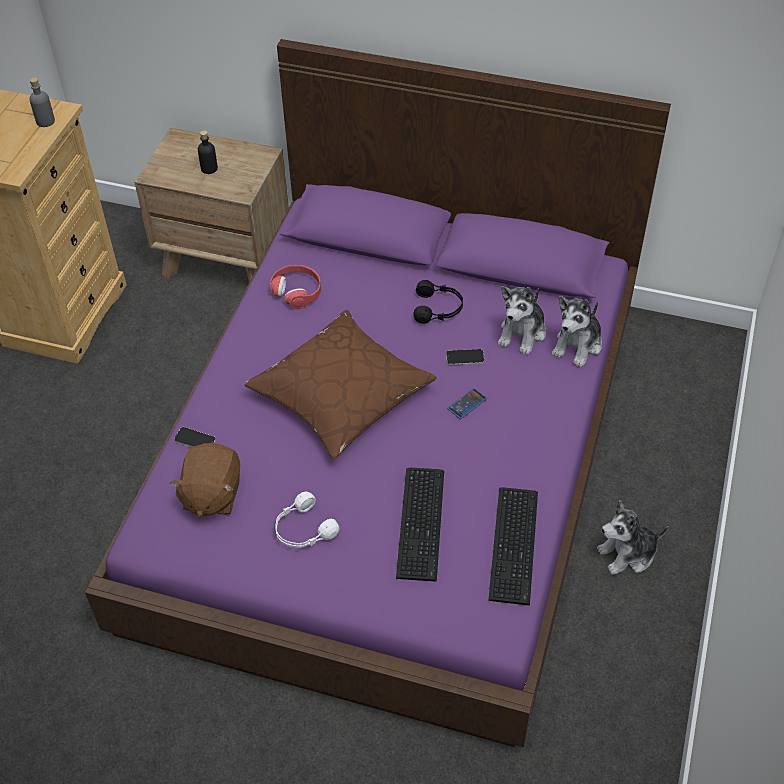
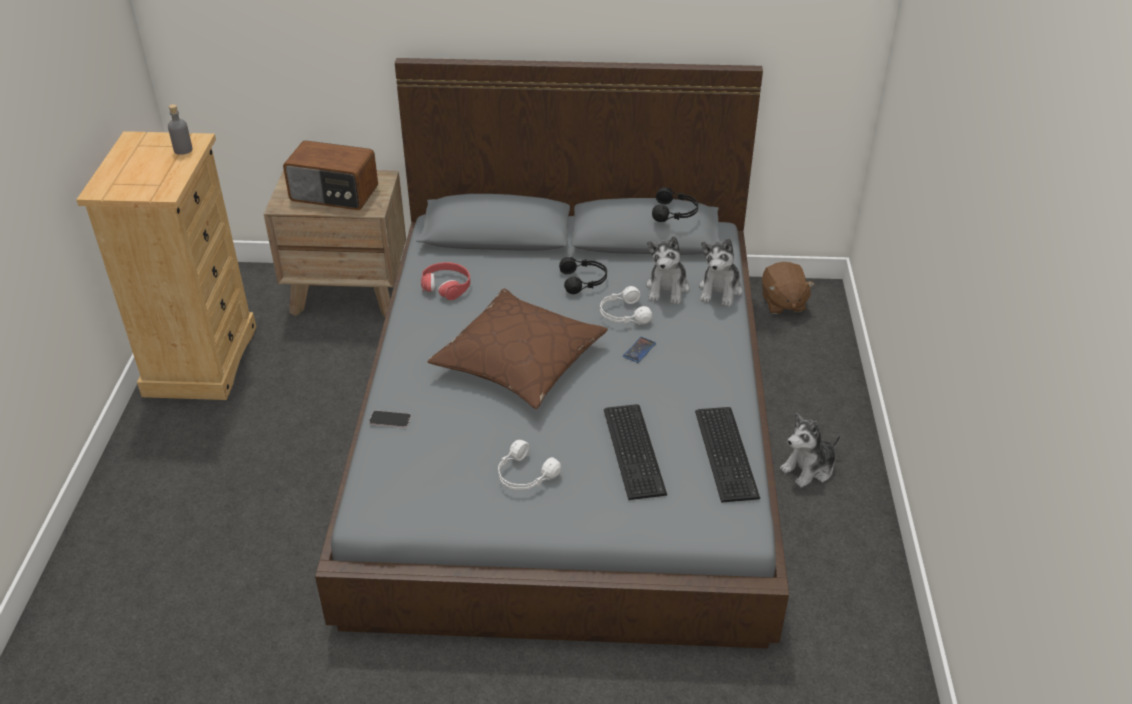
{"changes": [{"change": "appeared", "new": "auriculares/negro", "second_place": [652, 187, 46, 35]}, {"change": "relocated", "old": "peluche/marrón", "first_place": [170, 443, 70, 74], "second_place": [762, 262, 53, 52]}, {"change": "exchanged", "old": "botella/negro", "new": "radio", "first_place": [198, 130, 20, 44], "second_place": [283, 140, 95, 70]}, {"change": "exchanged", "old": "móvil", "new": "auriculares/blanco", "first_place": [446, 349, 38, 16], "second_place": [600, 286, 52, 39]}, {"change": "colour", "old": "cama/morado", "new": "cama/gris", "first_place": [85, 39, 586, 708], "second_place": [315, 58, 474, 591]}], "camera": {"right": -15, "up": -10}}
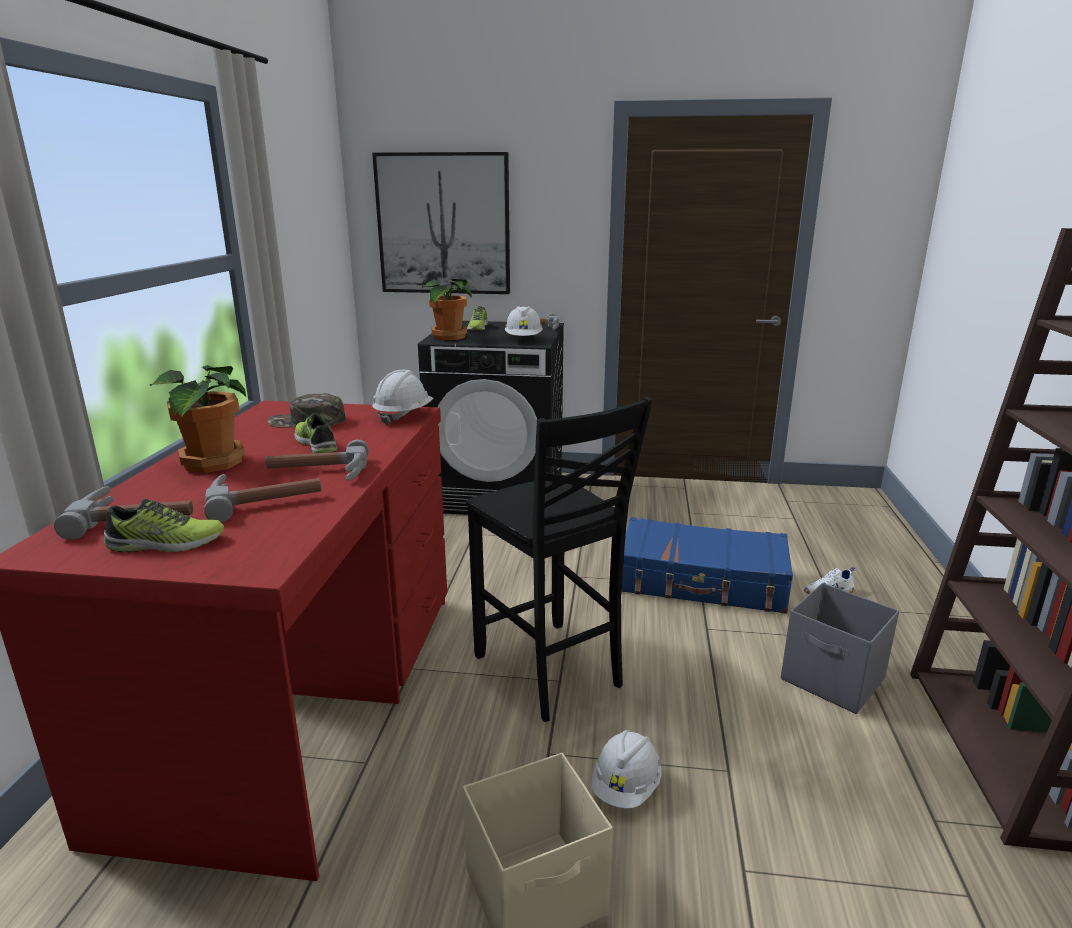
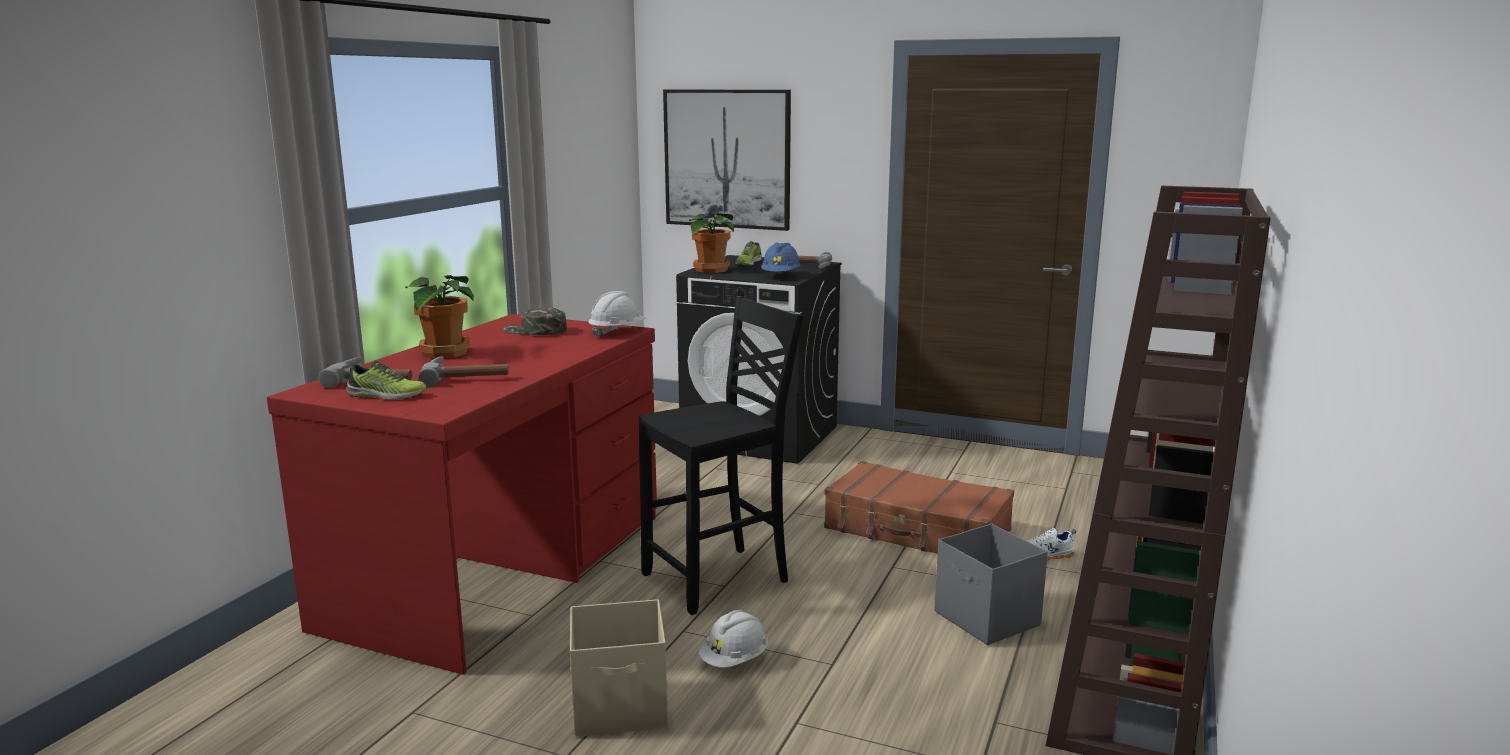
{"changes": [{"change": "missing", "old": "martillo", "first_place": [266, 440, 103, 41]}, {"change": "missing", "old": "zapato", "first_place": [294, 413, 43, 40]}, {"change": "colour", "old": "casco/blanco", "new": "casco/azul", "first_place": [505, 306, 38, 30], "second_place": [761, 242, 40, 30]}, {"change": "colour", "old": "maleta/azul", "new": "maleta/marrón", "first_place": [621, 517, 172, 97], "second_place": [824, 461, 190, 93]}, {"change": "spun", "old": "silla/negro", "first_place": [466, 397, 187, 325], "second_place": [638, 296, 165, 319], "degrees": -105}], "camera": {"right": 15, "up": -5}}
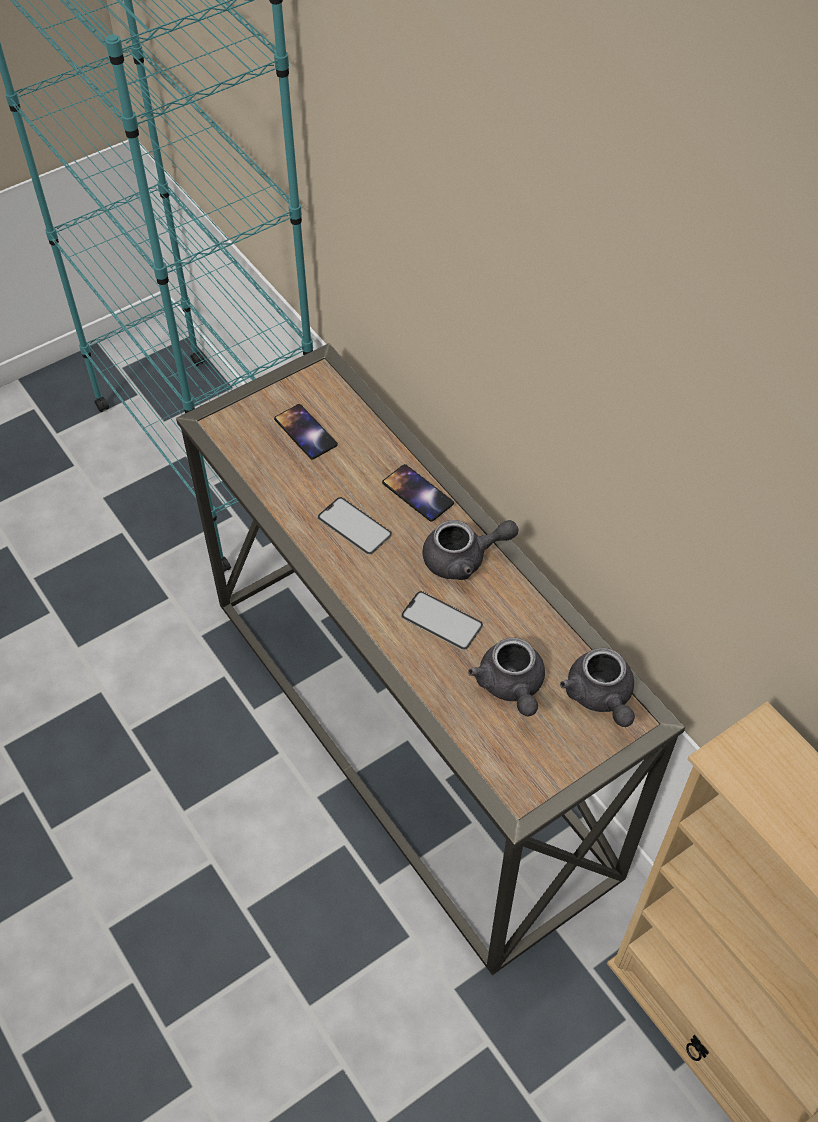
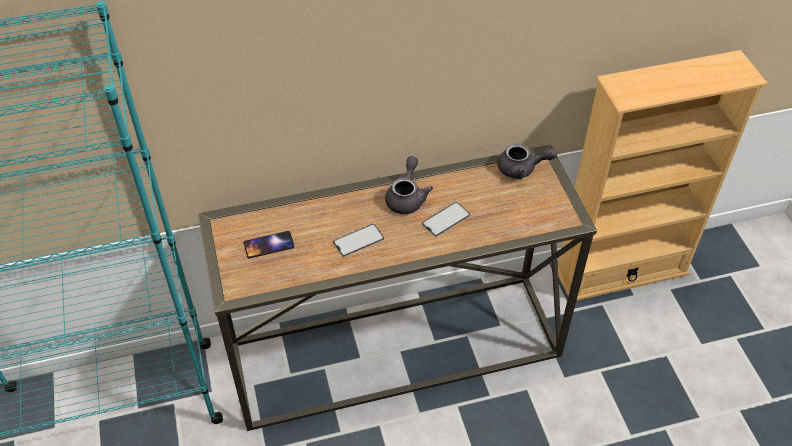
{"changes": [{"change": "missing", "old": "móvil", "first_place": [382, 464, 72, 58]}, {"change": "missing", "old": "tetera/gris", "first_place": [468, 638, 77, 79]}], "camera": {"right": -70, "up": -5}}
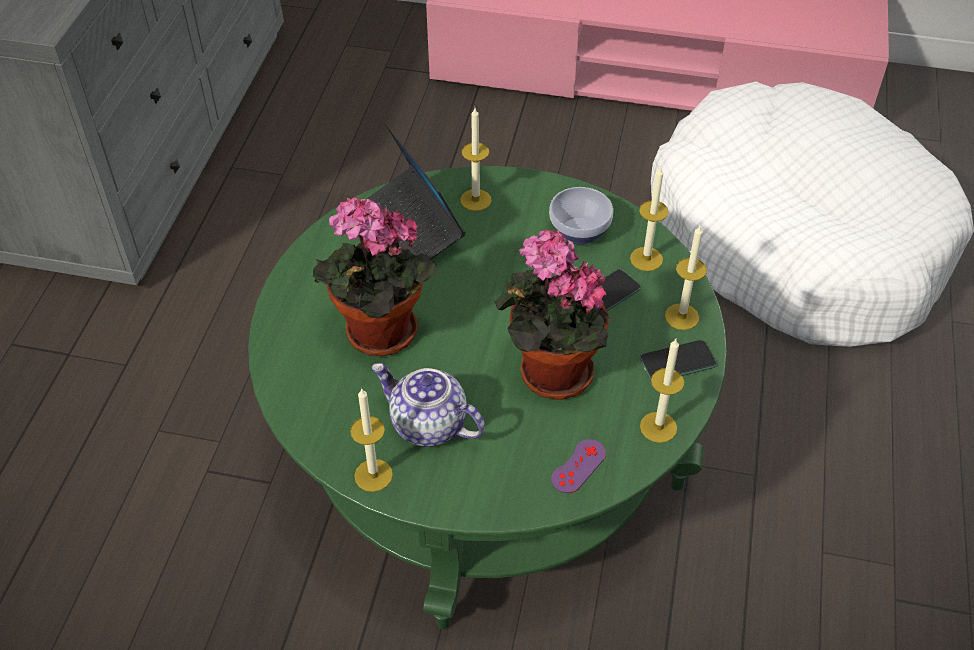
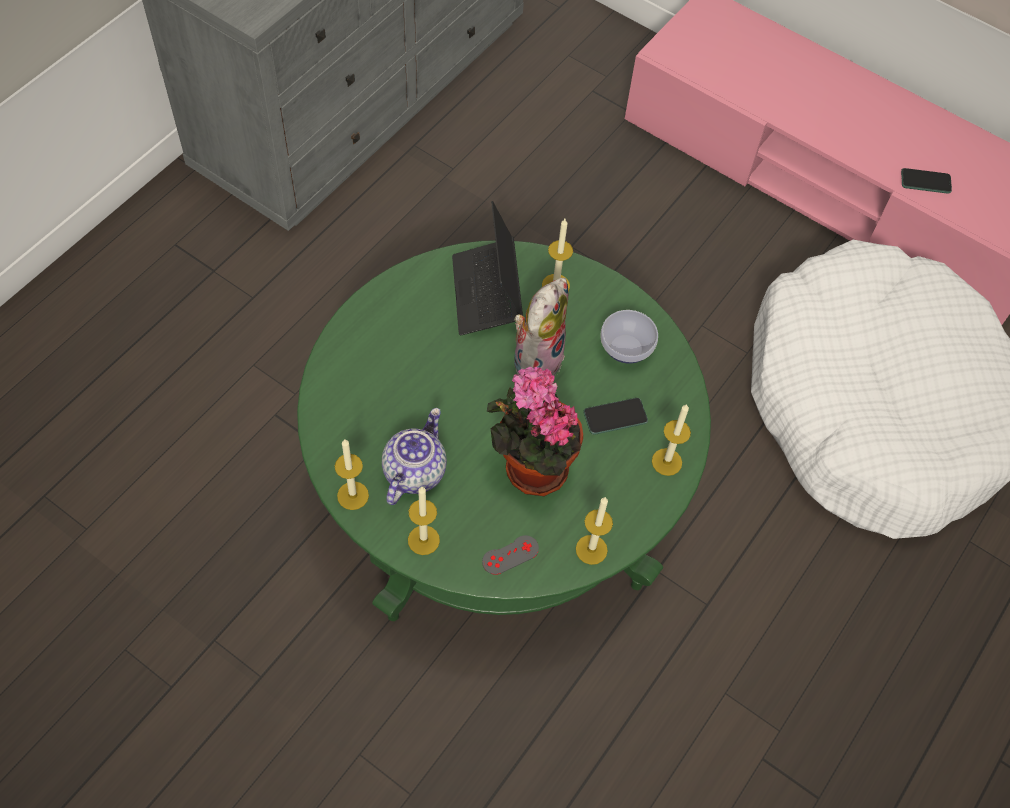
{"changes": [{"change": "missing", "old": "planta en maceta", "first_place": [313, 197, 124, 159]}, {"change": "appeared", "new": "peluche", "second_place": [514, 278, 54, 98]}, {"change": "relocated", "old": "vela", "first_place": [630, 166, 39, 105], "second_place": [408, 487, 32, 68]}, {"change": "relocated", "old": "móvil", "first_place": [640, 340, 77, 40], "second_place": [901, 168, 51, 26]}, {"change": "colour", "old": "mando de consola/morado", "new": "mando de consola/gris", "first_place": [551, 439, 55, 54], "second_place": [482, 535, 57, 40]}, {"change": "spun", "old": "tetera", "first_place": [372, 363, 113, 84], "second_place": [382, 408, 65, 97], "degrees": 60}], "camera": {"right": 20, "up": 10}}
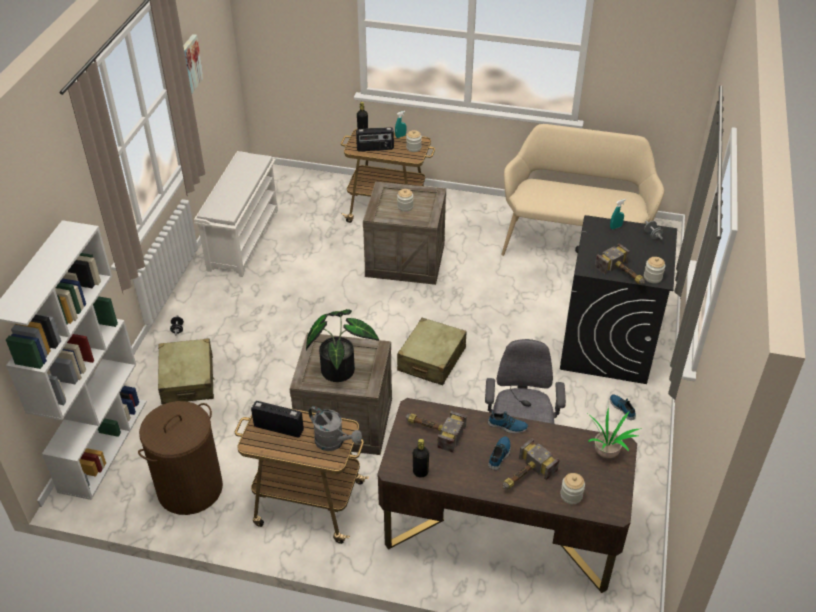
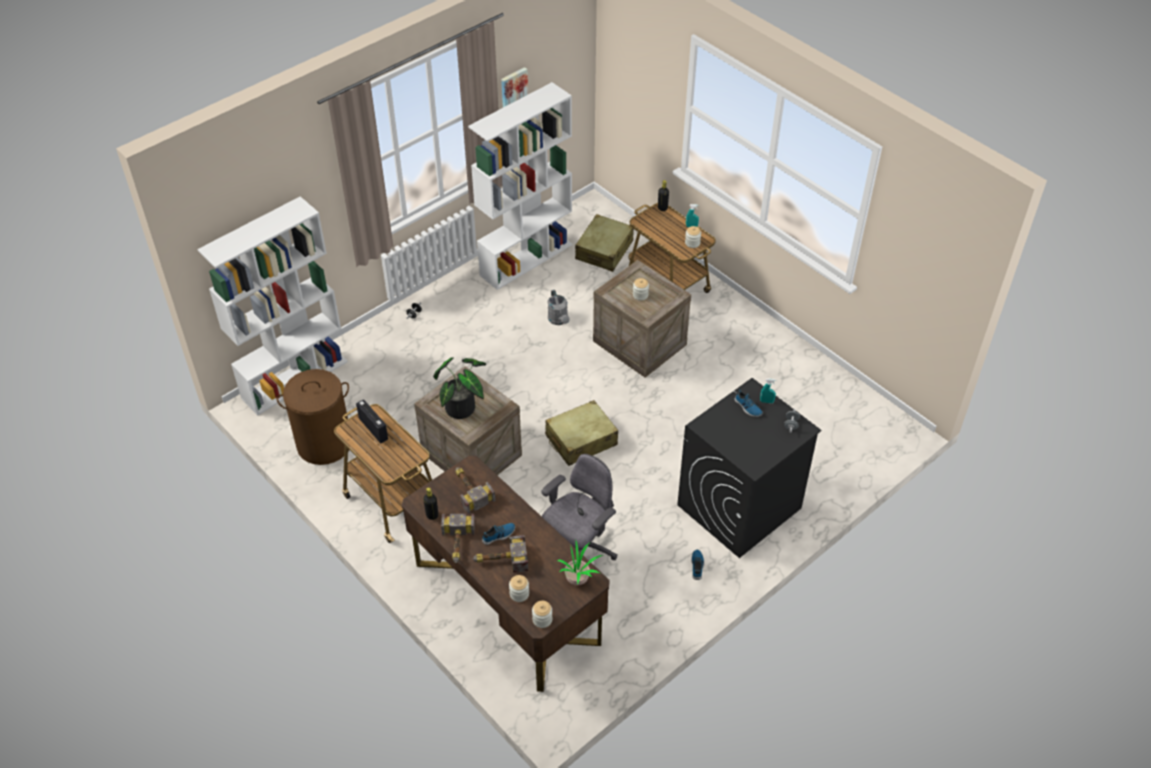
{"changes": [{"change": "missing", "old": "radio", "first_place": [356, 127, 38, 24]}, {"change": "missing", "old": "banco/beis", "first_place": [501, 124, 163, 132]}, {"change": "relocated", "old": "maleta/beis", "first_place": [158, 338, 56, 66], "second_place": [575, 214, 59, 58]}, {"change": "relocated", "old": "regadera/gris", "first_place": [309, 406, 53, 45], "second_place": [548, 290, 22, 35]}, {"change": "relocated", "old": "zapato", "first_place": [488, 411, 40, 22], "second_place": [734, 389, 29, 28]}, {"change": "relocated", "old": "martillo", "first_place": [595, 243, 50, 41], "second_place": [441, 514, 34, 49]}, {"change": "relocated", "old": "tarro", "first_place": [644, 257, 21, 26], "second_place": [532, 601, 20, 27]}, {"change": "exchanged", "old": "zapatero/blanco", "new": "estantería/blanco", "first_place": [194, 151, 84, 126], "second_place": [468, 82, 104, 208]}], "camera": {"right": 35, "up": 5}}
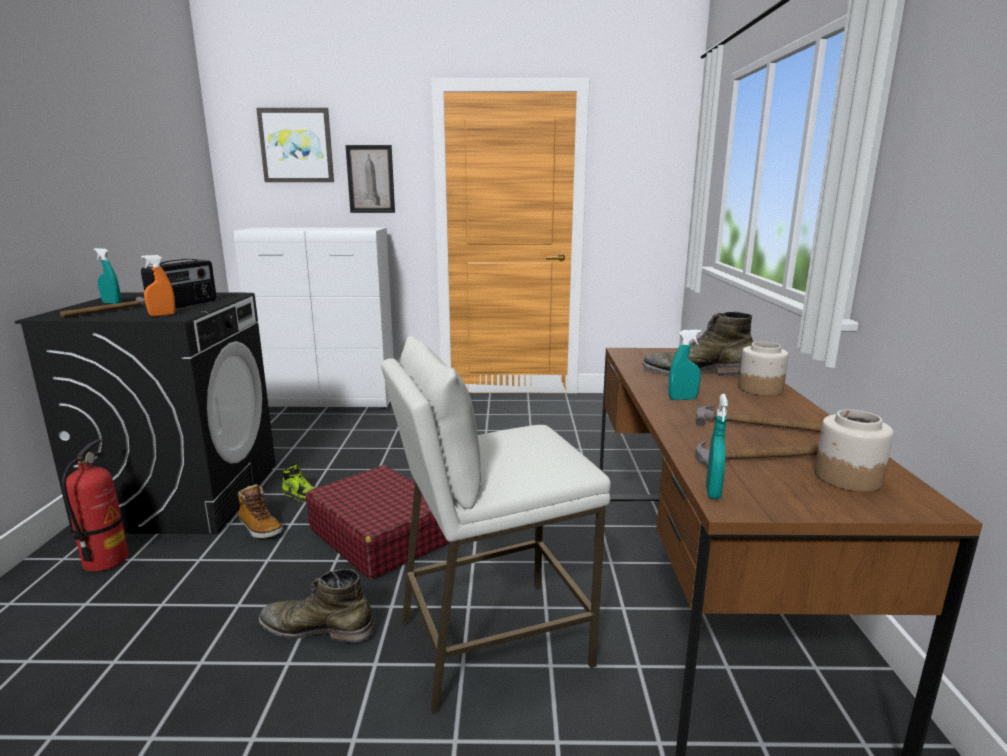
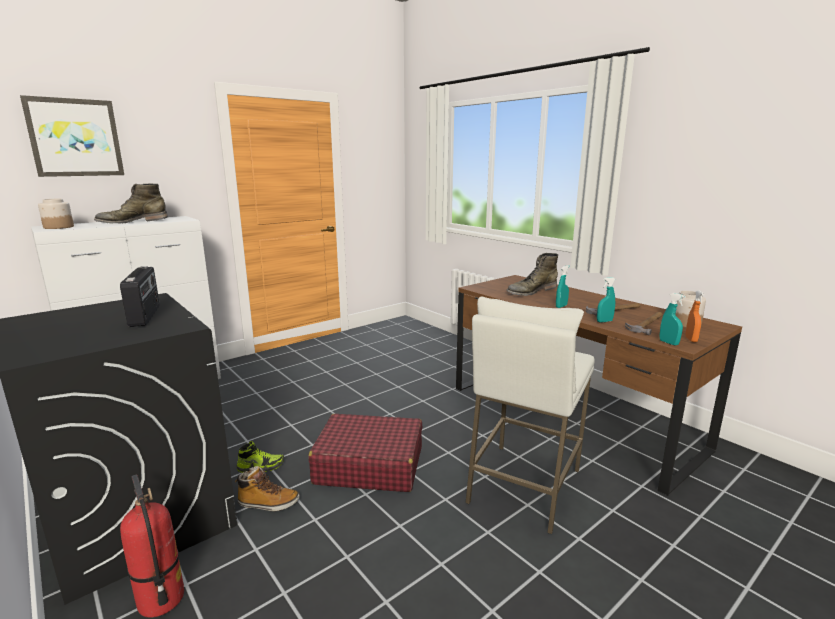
{"changes": [{"change": "missing", "old": "martillo", "first_place": [60, 297, 86, 21]}, {"change": "missing", "old": "cuadro", "first_place": [346, 145, 49, 68]}, {"change": "relocated", "old": "pulverizador/turquesa", "first_place": [94, 248, 27, 56], "second_place": [597, 277, 19, 46]}, {"change": "relocated", "old": "pulverizador/naranja", "first_place": [141, 255, 34, 61], "second_place": [685, 290, 19, 52]}, {"change": "relocated", "old": "bota/verde", "first_place": [259, 569, 116, 74], "second_place": [94, 183, 74, 41]}, {"change": "relocated", "old": "tarro", "first_place": [738, 342, 51, 54], "second_place": [38, 199, 36, 30]}], "camera": {"right": -40, "up": 0}}
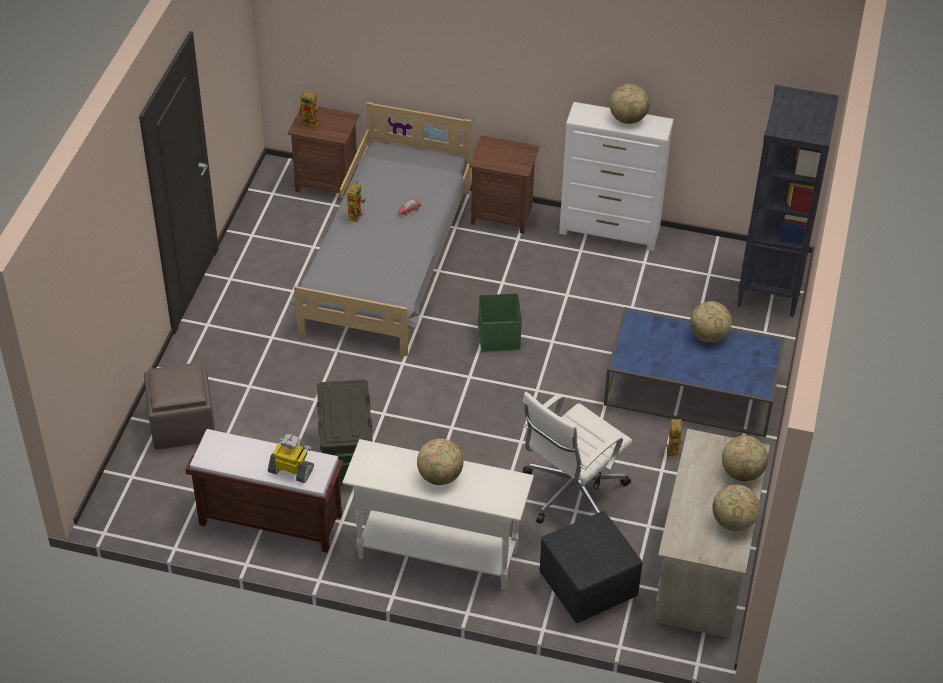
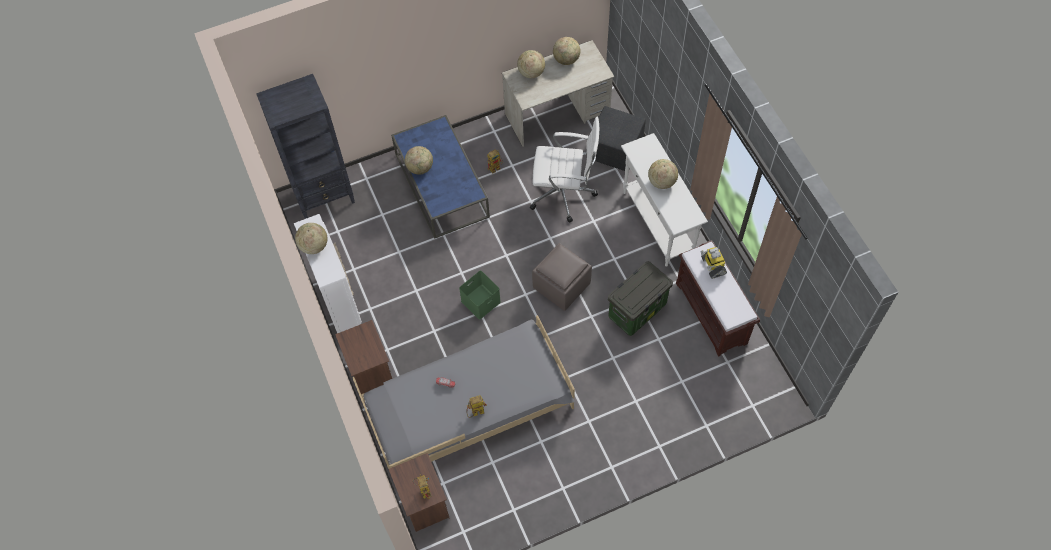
{"changes": [{"change": "relocated", "old": "puf/marrón", "first_place": [144, 362, 71, 88], "second_place": [532, 243, 60, 68]}], "camera": {"right": -125, "up": 15}}
